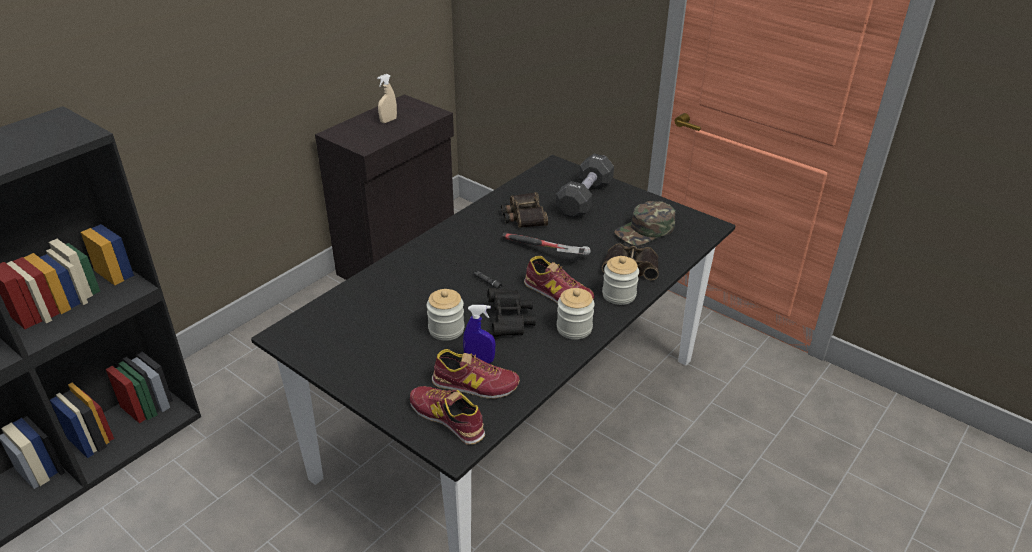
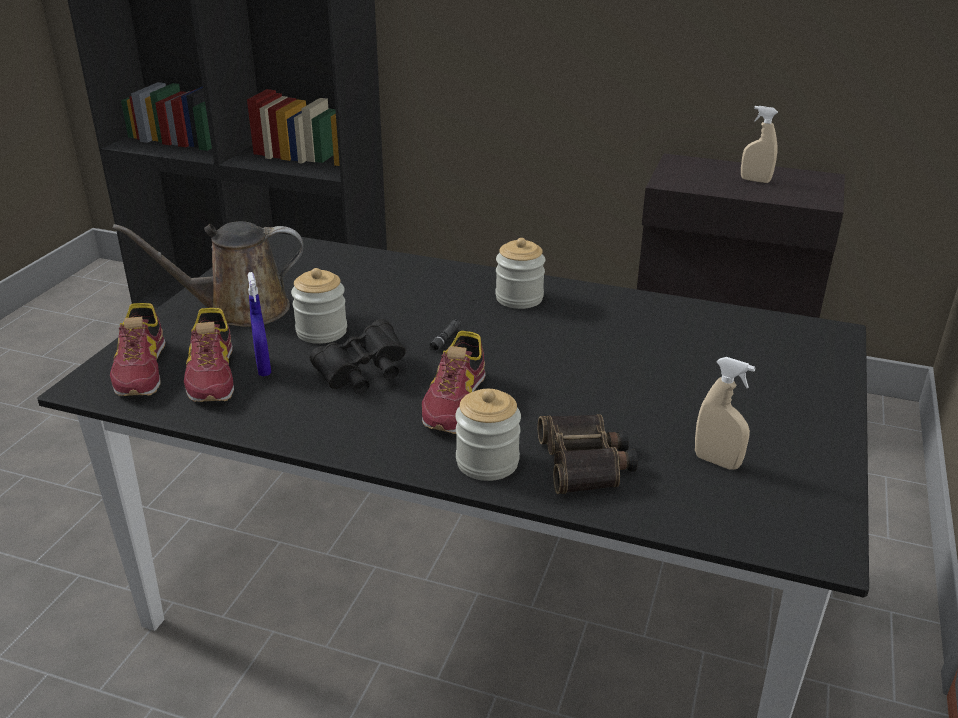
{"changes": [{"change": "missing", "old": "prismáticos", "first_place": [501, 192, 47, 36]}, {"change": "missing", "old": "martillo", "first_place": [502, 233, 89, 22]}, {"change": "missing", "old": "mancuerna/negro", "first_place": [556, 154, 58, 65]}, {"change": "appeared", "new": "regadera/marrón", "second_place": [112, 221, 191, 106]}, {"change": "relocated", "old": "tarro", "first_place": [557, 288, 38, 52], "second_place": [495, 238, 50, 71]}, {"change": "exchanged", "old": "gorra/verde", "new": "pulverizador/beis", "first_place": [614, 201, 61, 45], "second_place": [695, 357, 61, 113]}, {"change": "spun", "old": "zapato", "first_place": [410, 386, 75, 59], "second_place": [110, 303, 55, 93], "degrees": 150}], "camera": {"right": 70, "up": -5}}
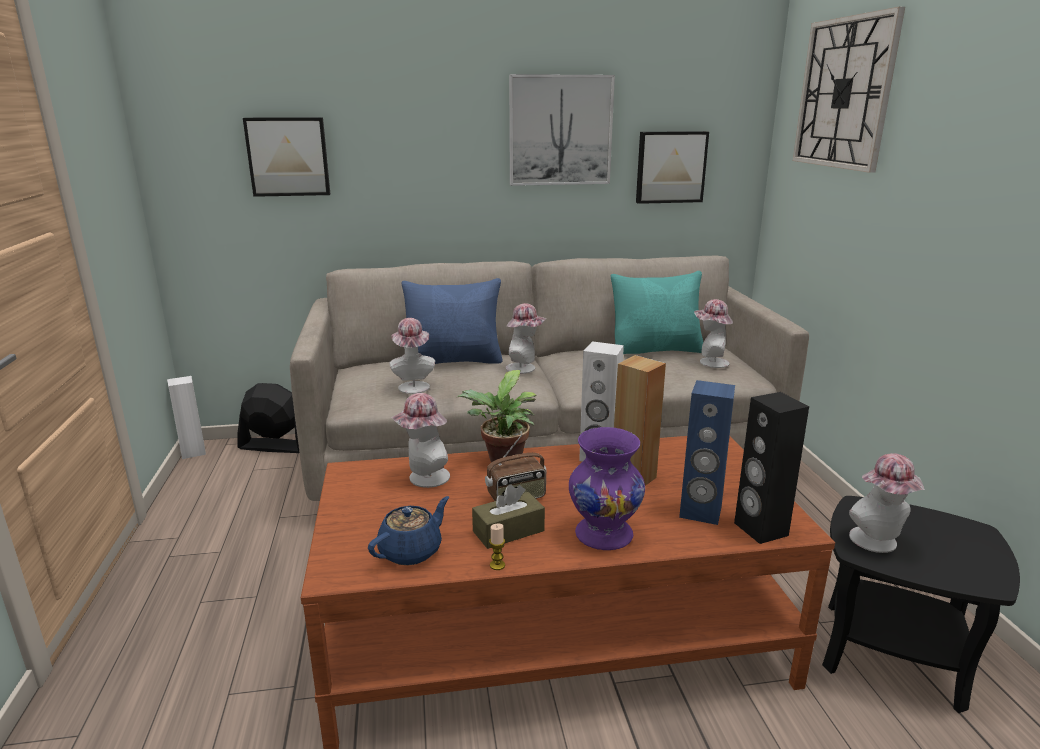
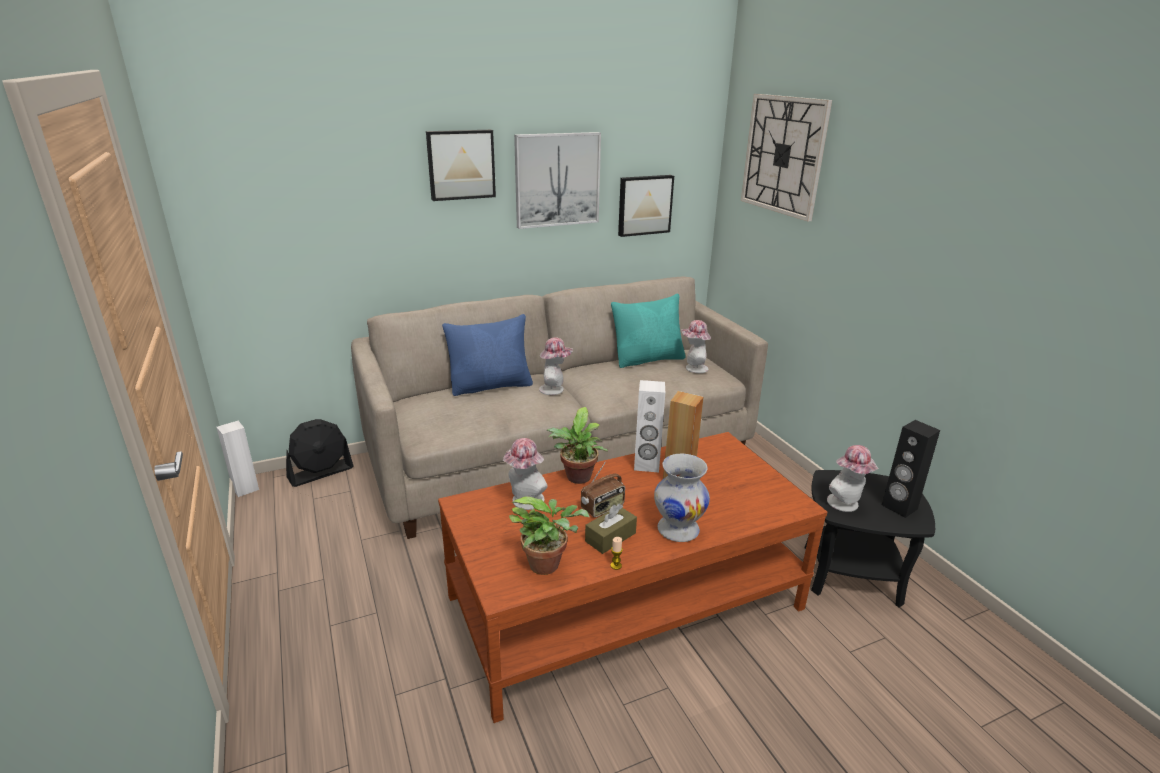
{"changes": [{"change": "missing", "old": "sombrero", "first_place": [389, 318, 46, 76]}, {"change": "missing", "old": "altavoz/azul", "first_place": [679, 380, 56, 145]}, {"change": "relocated", "old": "cuadro", "first_place": [243, 117, 87, 80], "second_place": [426, 130, 70, 71]}, {"change": "relocated", "old": "altavoz/negro", "first_place": [734, 392, 75, 152], "second_place": [882, 420, 58, 98]}, {"change": "exchanged", "old": "tetera/azul", "new": "planta en maceta", "first_place": [368, 496, 81, 69], "second_place": [509, 496, 80, 79]}, {"change": "colour", "old": "florero/morado", "new": "florero/blanco", "first_place": [569, 427, 76, 123], "second_place": [654, 454, 56, 88]}, {"change": "spun", "old": "ventilador/negro", "first_place": [237, 383, 63, 70], "second_place": [286, 419, 68, 68], "degrees": 150}], "camera": {"right": -15, "up": 5}}
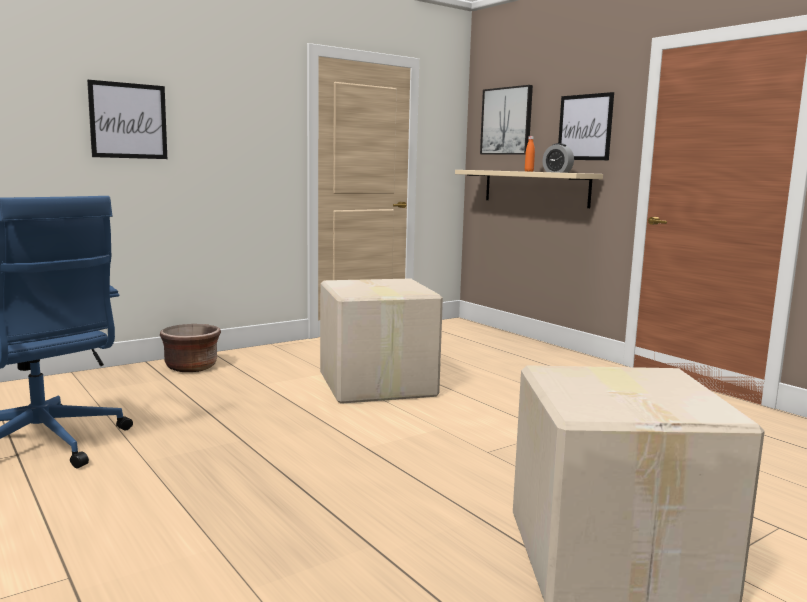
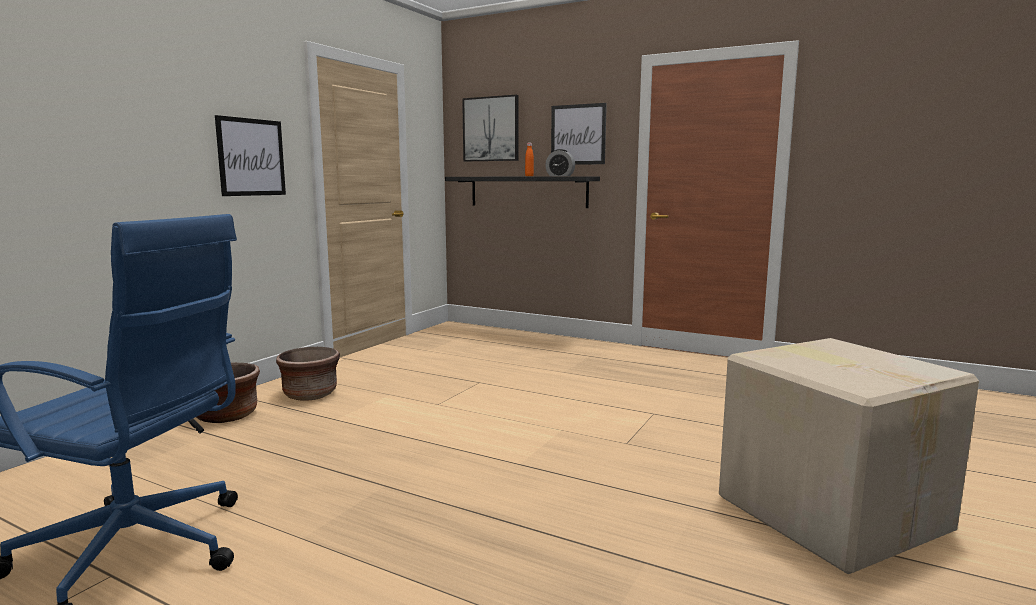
{"changes": [{"change": "missing", "old": "caja de cartón", "first_place": [320, 278, 123, 126]}, {"change": "appeared", "new": "maceta/marrón", "second_place": [276, 347, 64, 54]}, {"change": "relocated", "old": "cuadro", "first_place": [87, 80, 80, 79], "second_place": [215, 115, 71, 81]}, {"change": "colour", "old": "estante/beis", "new": "estante/negro", "first_place": [455, 170, 148, 38], "second_place": [445, 176, 155, 32]}], "camera": {"right": -25, "up": 0}}
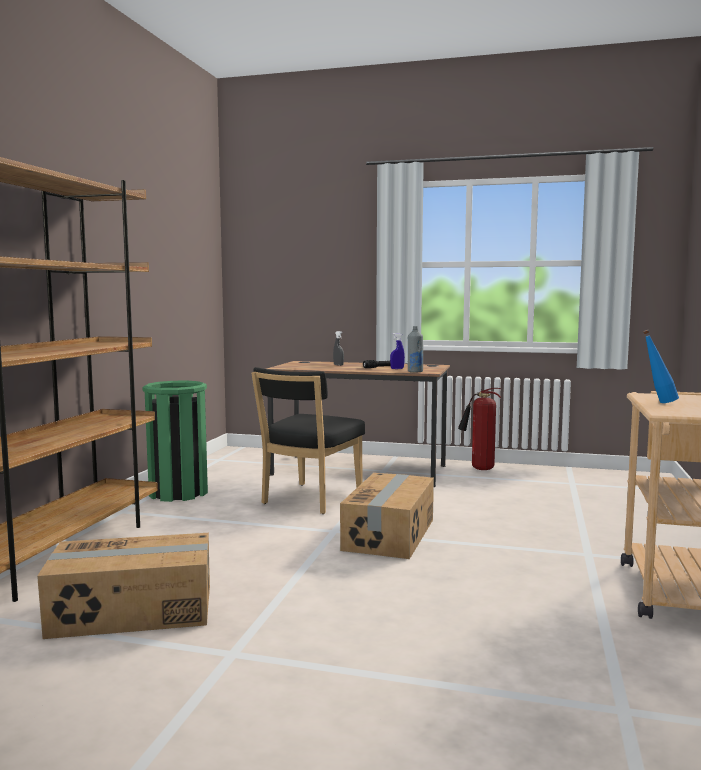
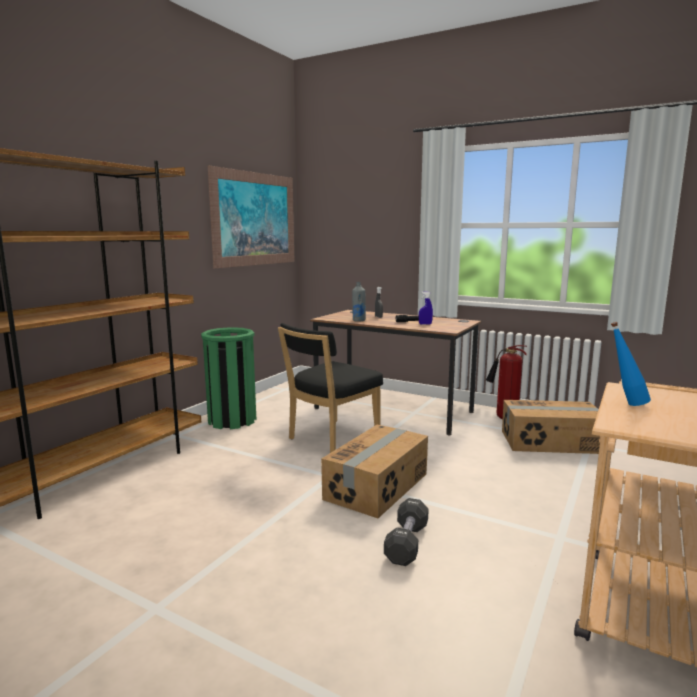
{"changes": [{"change": "appeared", "new": "cuadro", "second_place": [208, 166, 86, 103]}, {"change": "appeared", "new": "mancuerna/negro", "second_place": [384, 498, 45, 68]}, {"change": "relocated", "old": "caja de cartón", "first_place": [37, 533, 173, 106], "second_place": [502, 400, 98, 54]}, {"change": "relocated", "old": "botella/gris", "first_place": [408, 326, 15, 47], "second_place": [352, 282, 14, 40]}], "camera": {"right": 15, "up": 5}}
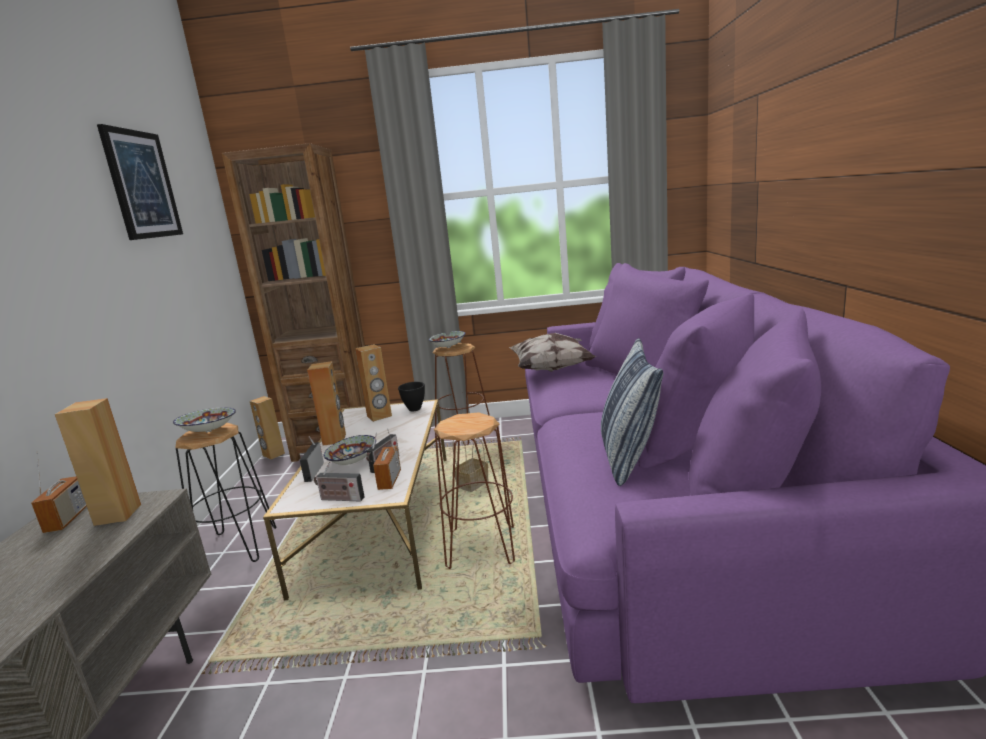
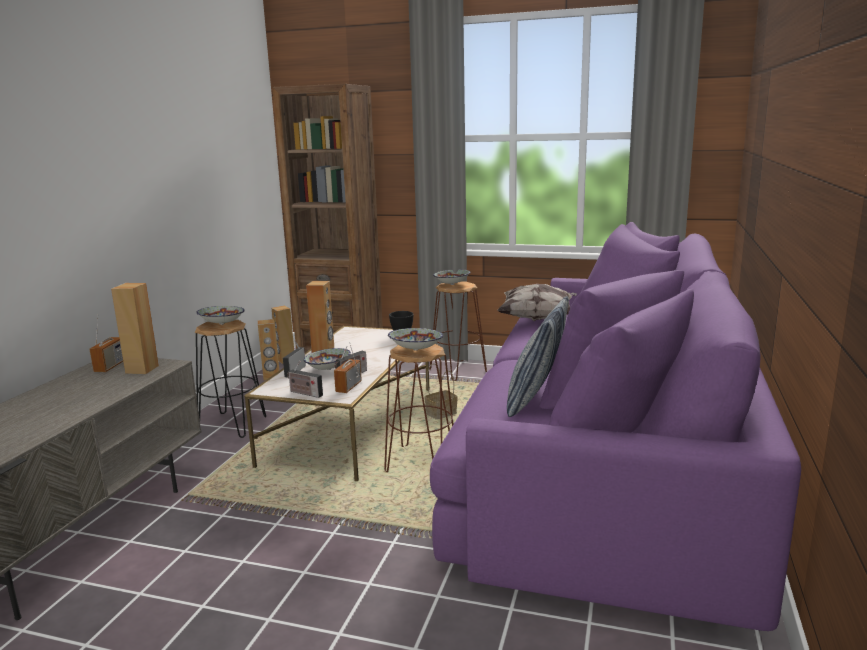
{"changes": [{"change": "missing", "old": "cuadro", "first_place": [97, 124, 86, 116]}, {"change": "appeared", "new": "cuenco", "second_place": [388, 328, 55, 23]}, {"change": "relocated", "old": "altavoz/marrón", "first_place": [355, 344, 37, 78], "second_place": [258, 319, 21, 62]}], "camera": {"right": 15, "up": 0}}
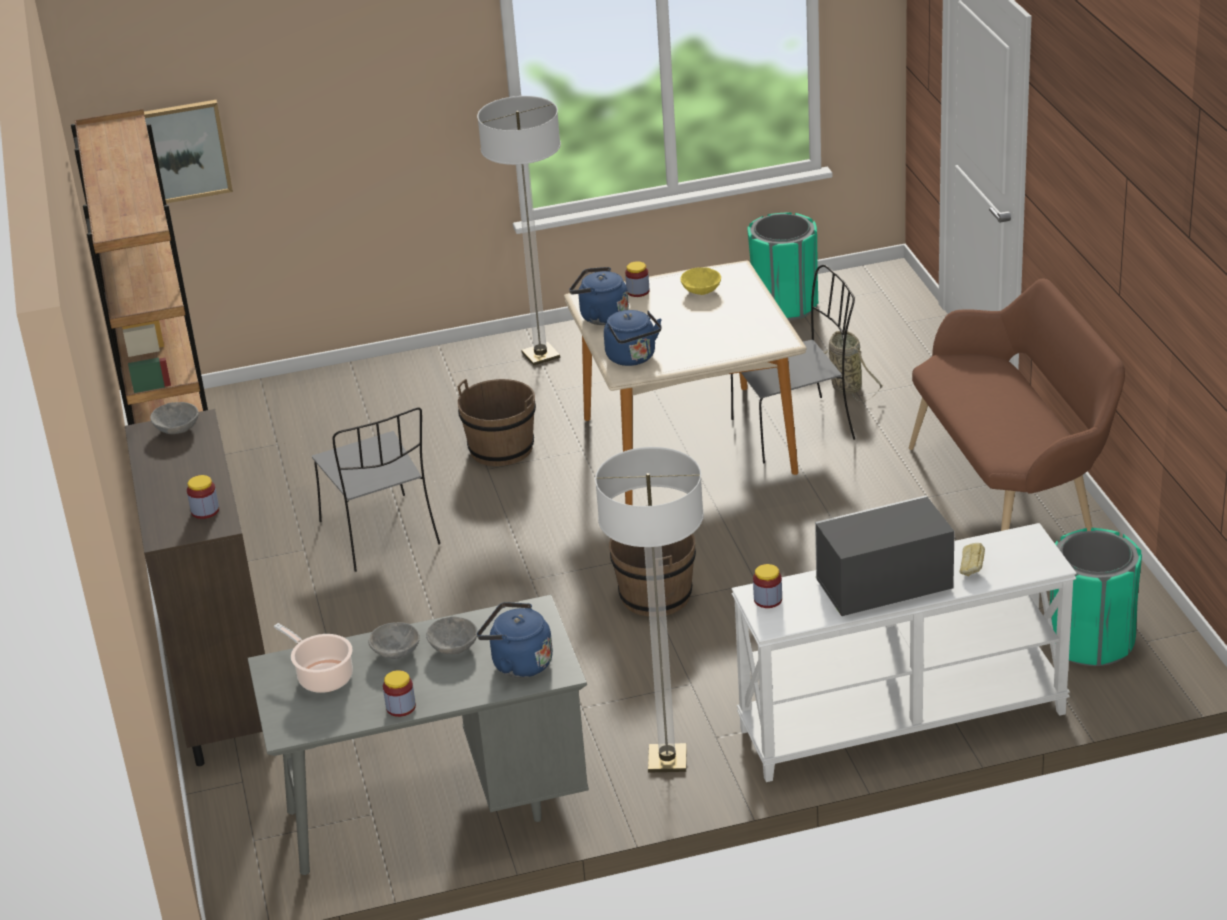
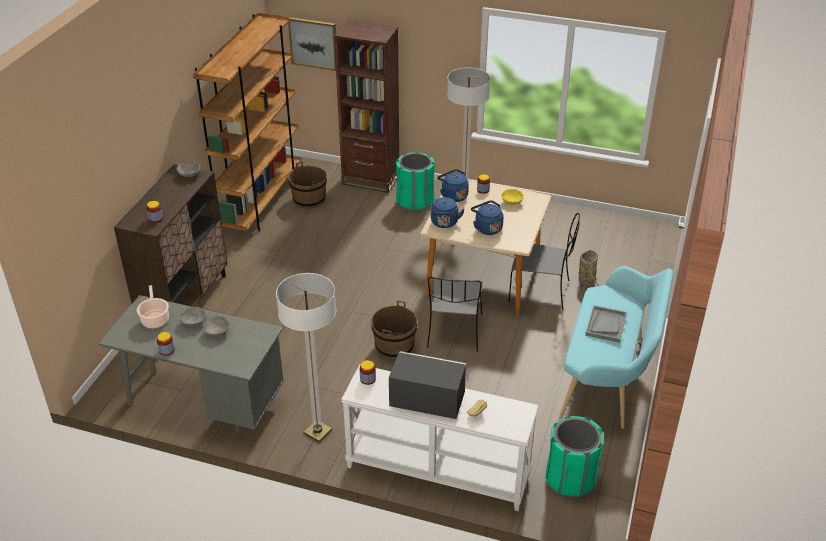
{"changes": [{"change": "appeared", "new": "estantería/marrón", "second_place": [334, 21, 65, 172]}, {"change": "appeared", "new": "bandeja/gris", "second_place": [585, 305, 42, 38]}, {"change": "relocated", "old": "silla/gris", "first_place": [312, 407, 128, 165], "second_place": [427, 277, 56, 75]}, {"change": "relocated", "old": "cubo/marrón", "first_place": [457, 379, 79, 87], "second_place": [288, 161, 39, 48]}, {"change": "relocated", "old": "hervidor/azul", "first_place": [477, 602, 76, 76], "second_place": [471, 200, 32, 35]}, {"change": "relocated", "old": "papelera/verde", "first_place": [747, 212, 71, 109], "second_place": [396, 152, 39, 59]}, {"change": "colour", "old": "banco/marrón", "new": "banco/turquesa", "first_place": [909, 278, 216, 253], "second_place": [559, 266, 114, 163]}], "camera": {"right": 30, "up": 5}}
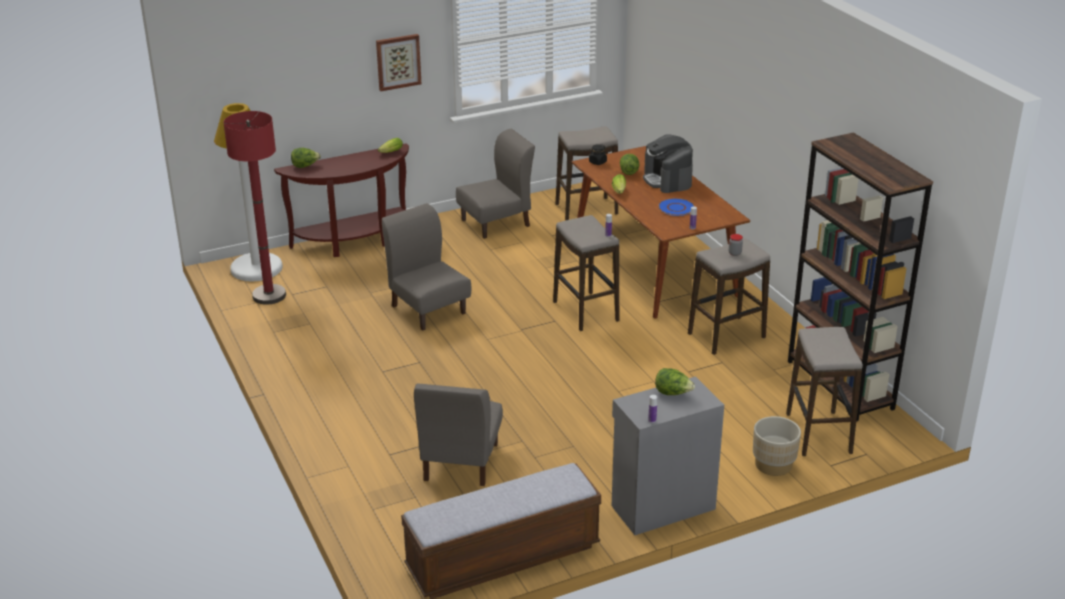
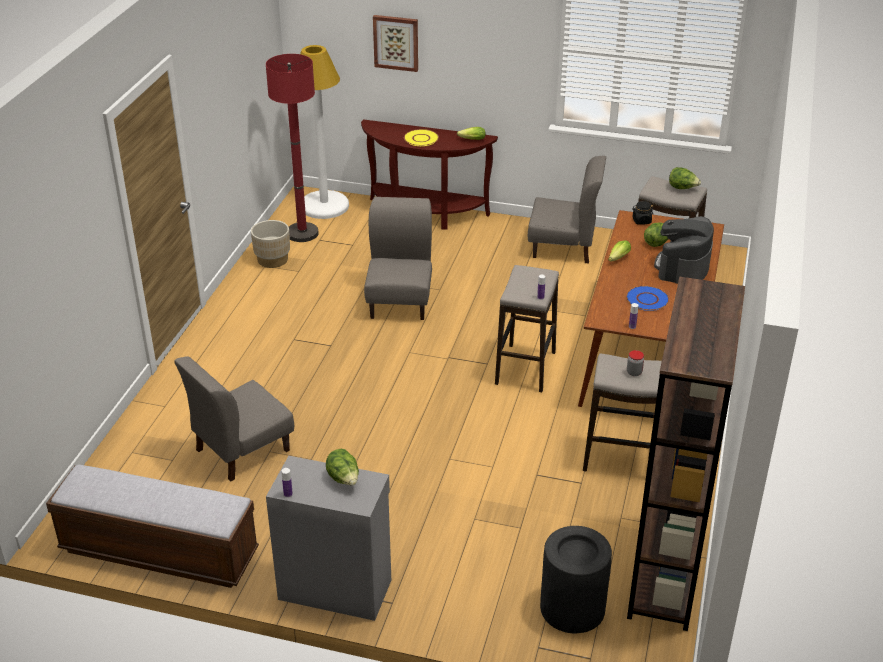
{"changes": [{"change": "appeared", "new": "plato/amarillo", "second_place": [404, 129, 35, 17]}, {"change": "relocated", "old": "lechuga", "first_place": [291, 148, 30, 20], "second_place": [669, 167, 32, 22]}, {"change": "relocated", "old": "cuadro", "first_place": [376, 34, 45, 57], "second_place": [373, 15, 45, 57]}, {"change": "relocated", "old": "maceta/beis", "first_place": [753, 416, 48, 60], "second_place": [251, 220, 39, 48]}, {"change": "exchanged", "old": "taburete", "new": "papelera/negro", "first_place": [786, 327, 77, 129], "second_place": [540, 526, 72, 107]}], "camera": {"right": 40, "up": 5}}
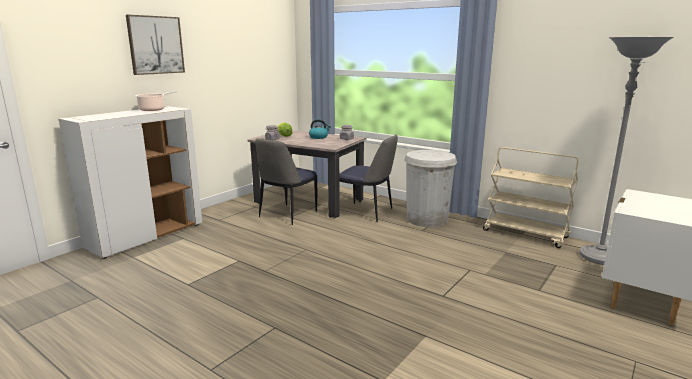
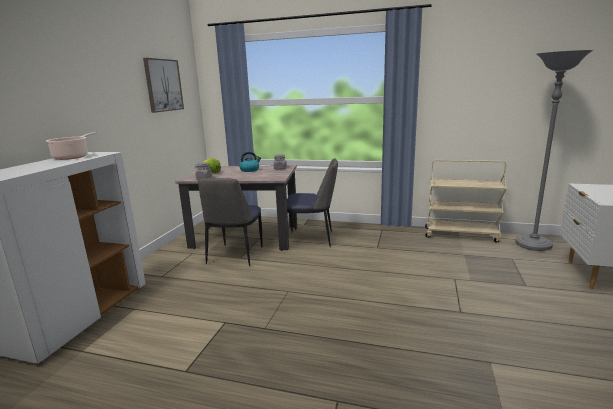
{"changes": [{"change": "missing", "old": "papelera/blanco", "first_place": [404, 150, 53, 77]}, {"change": "relocated", "old": "cuadro", "first_place": [126, 15, 59, 60], "second_place": [143, 58, 41, 55]}], "camera": {"right": -20, "up": 0}}
